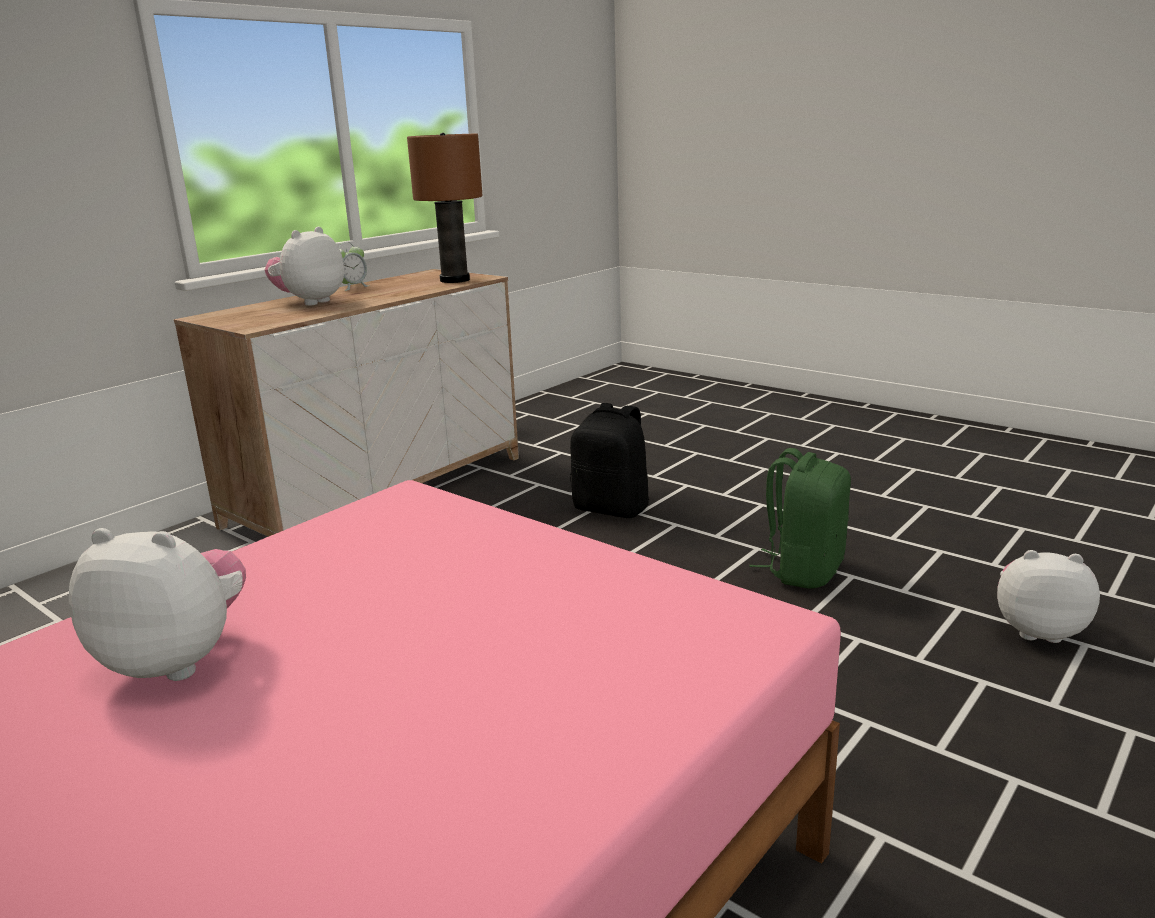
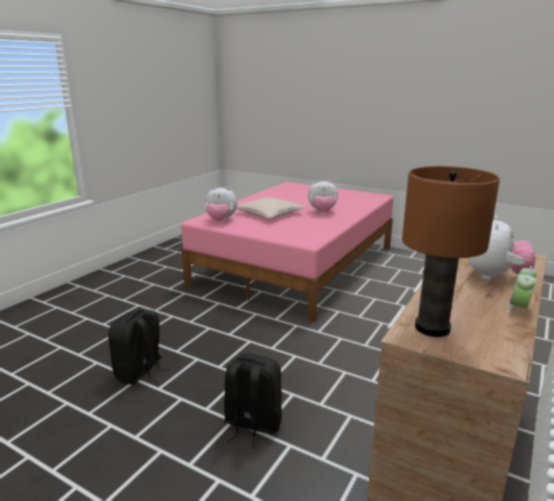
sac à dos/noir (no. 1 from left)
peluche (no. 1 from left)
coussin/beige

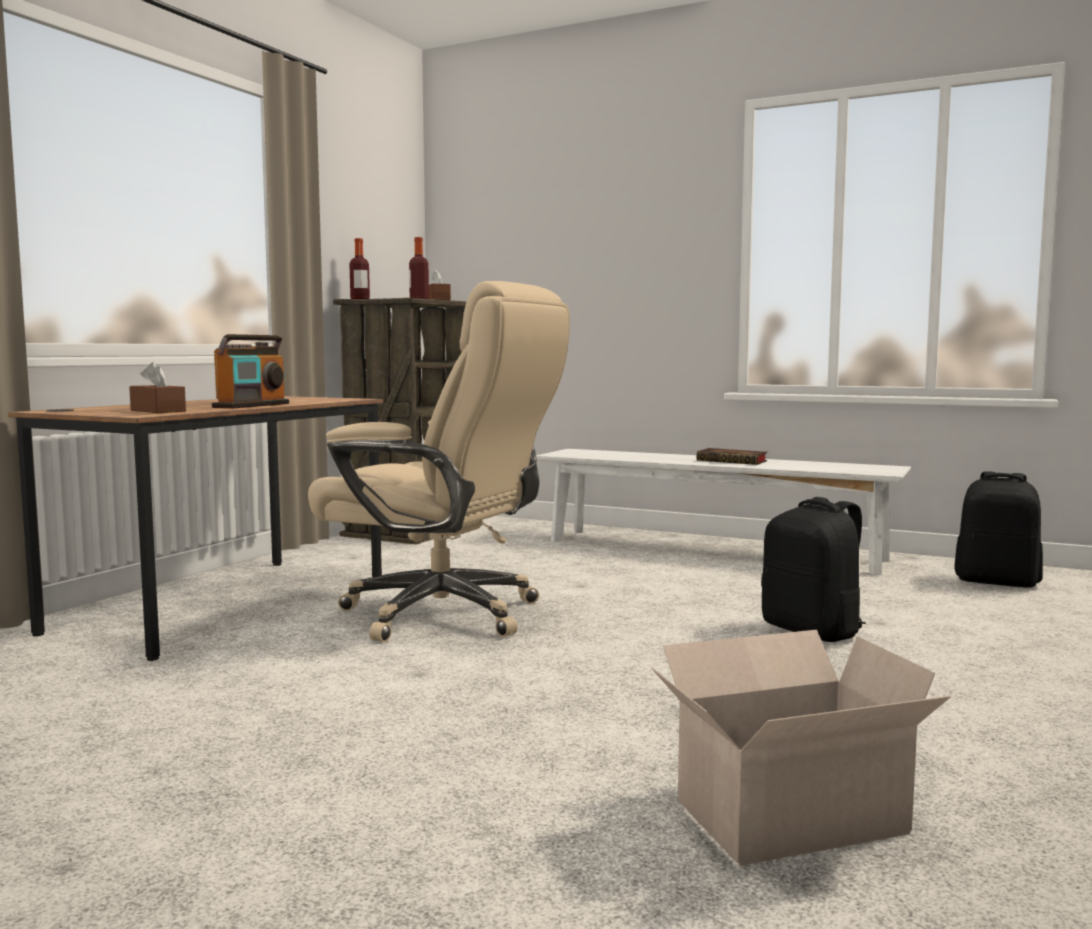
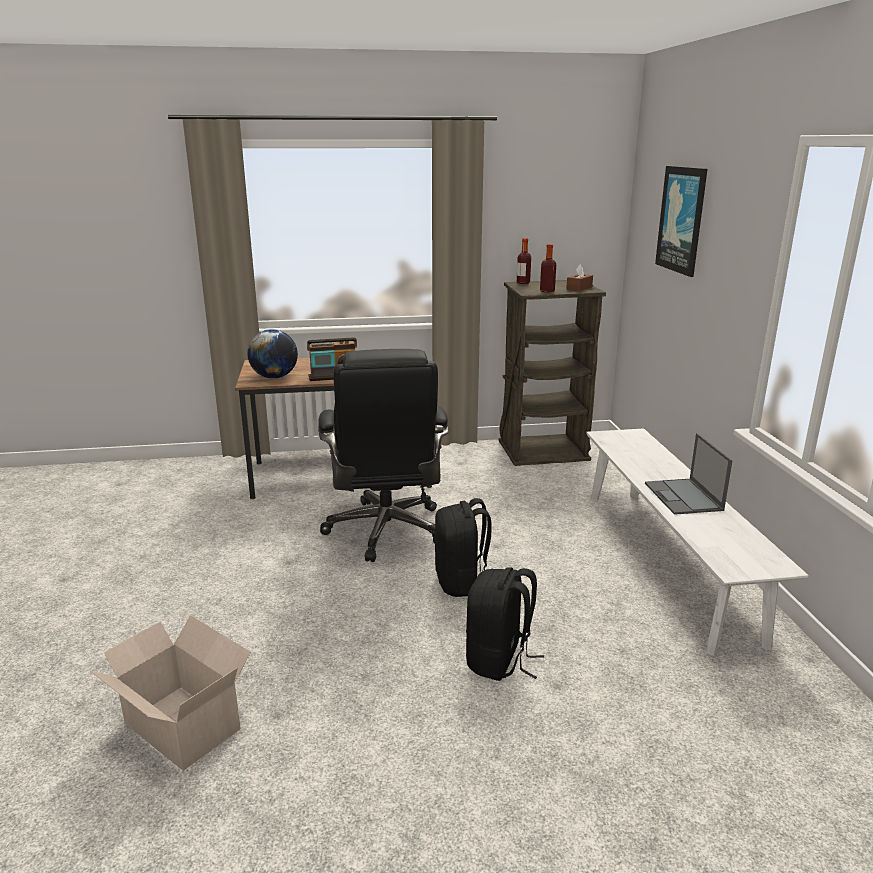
globe
chaise de bureau/noir
ordinateur portable
sac à dos/noir (no. 1 from left)
tableau

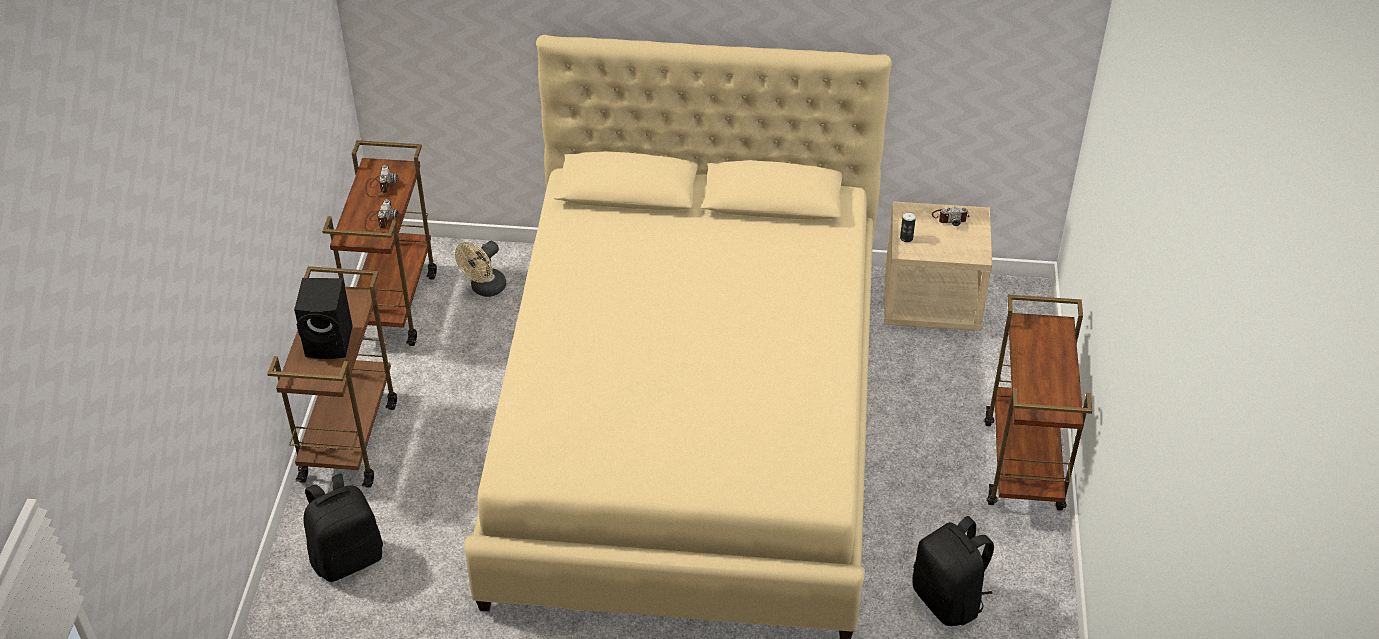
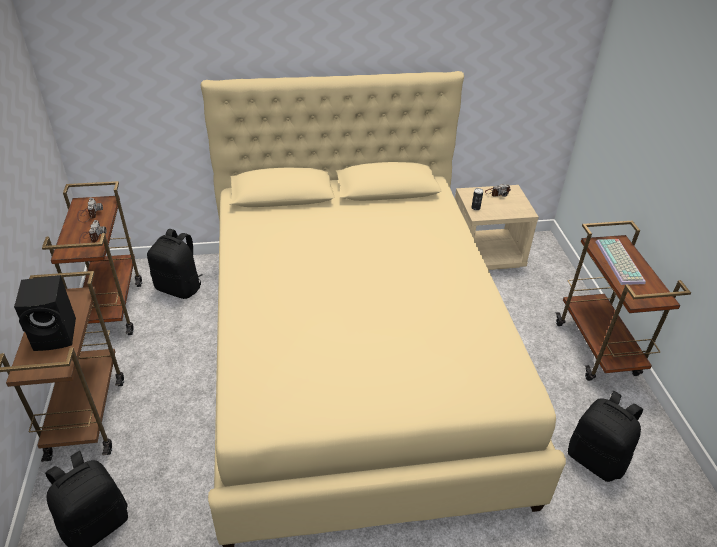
sac à dos/noir (no. 2 from left)
clavier

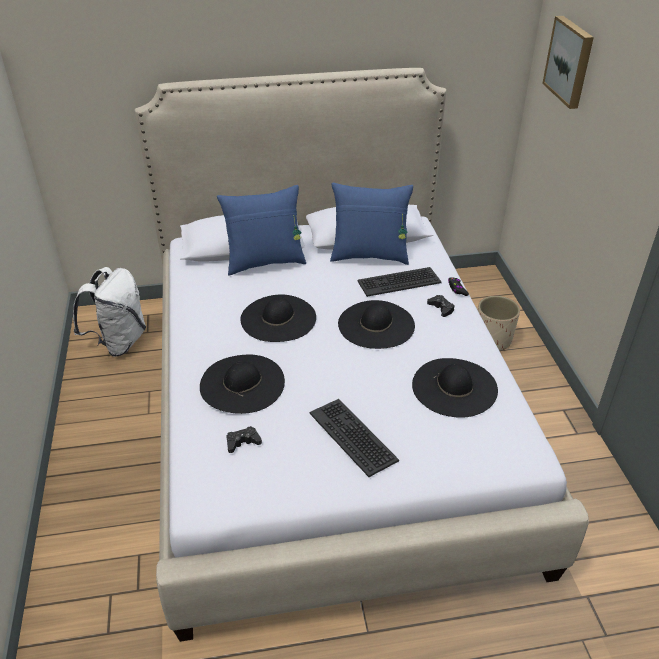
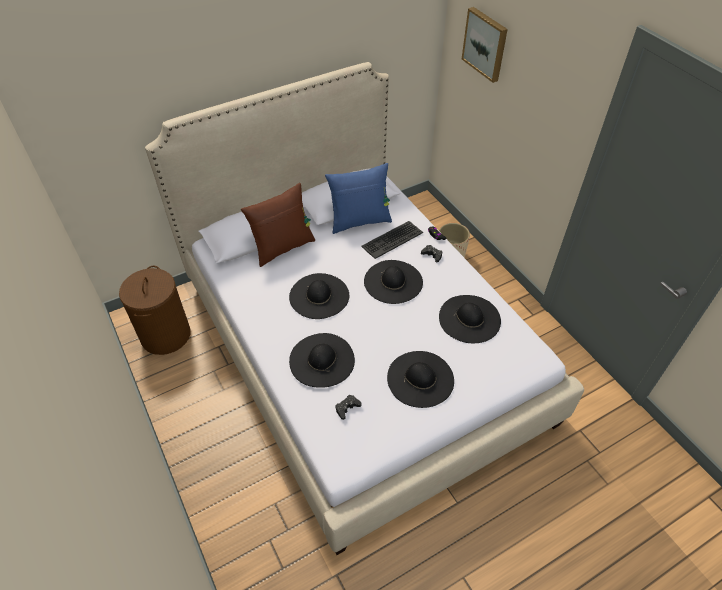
panier à linge/marron
coussin/marron
chapeau/noir (no. 4 from left)

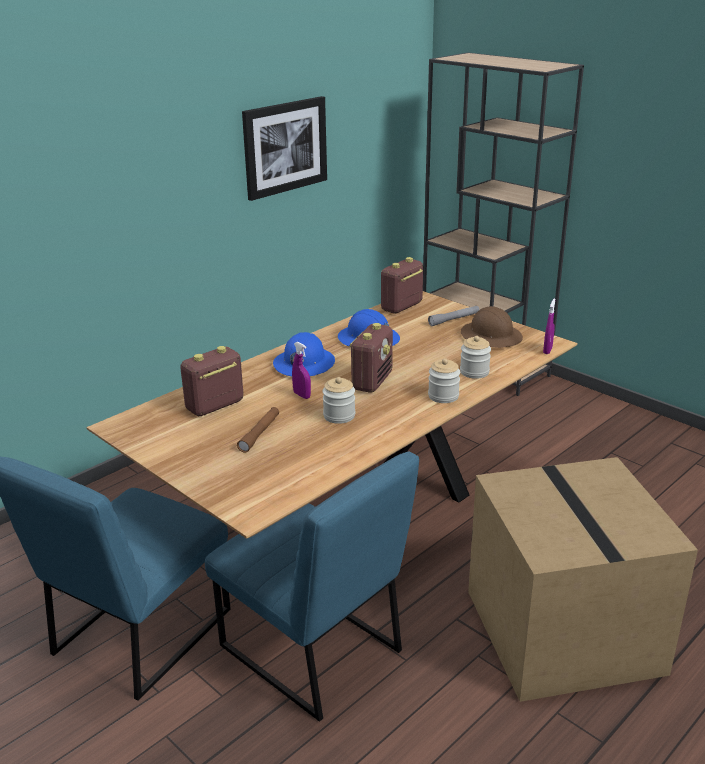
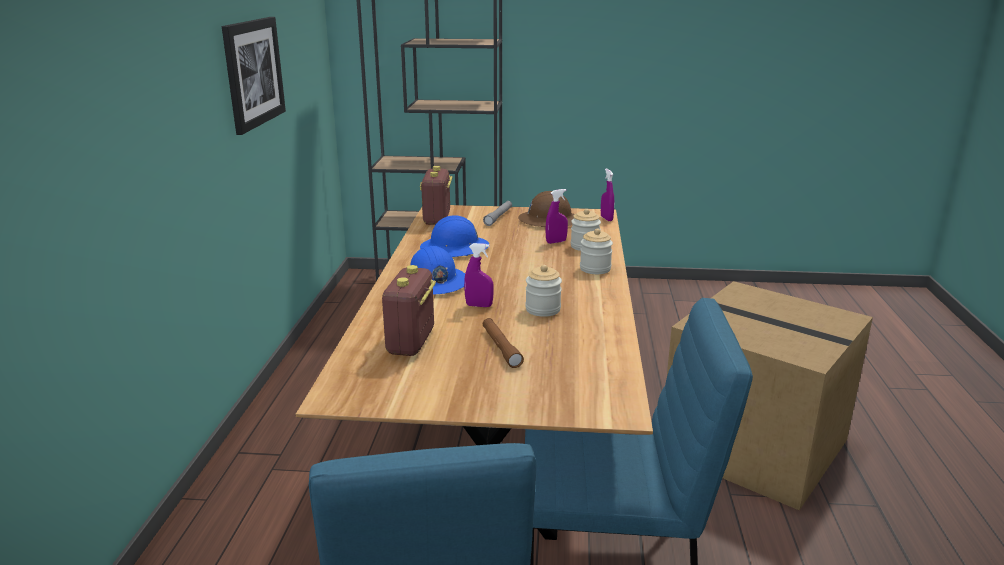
radio (no. 2 from left in the first image)
vaporisateur/violet (no. 2 from left)

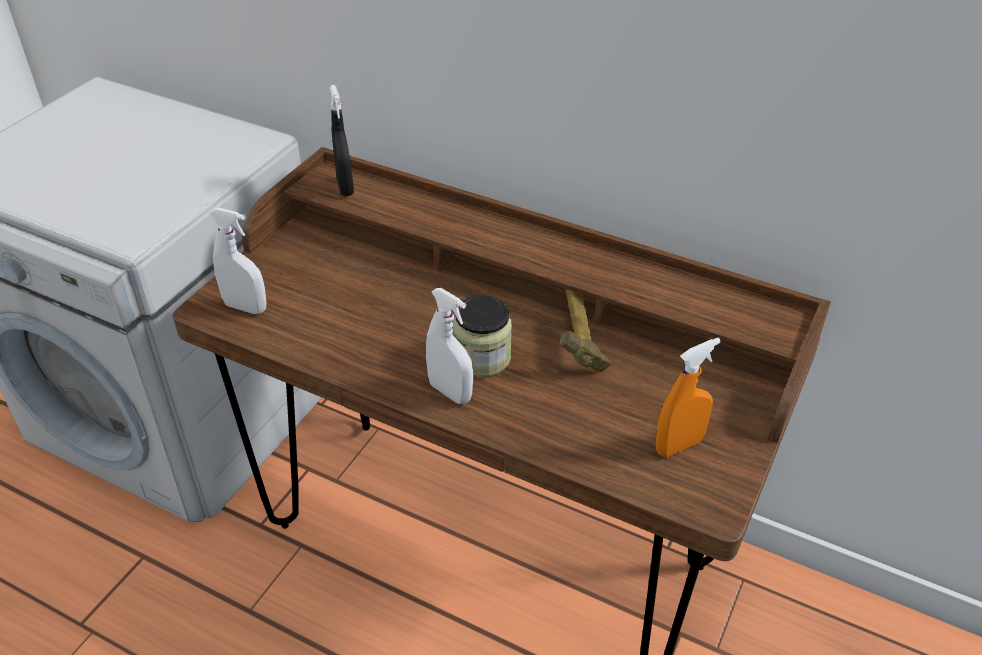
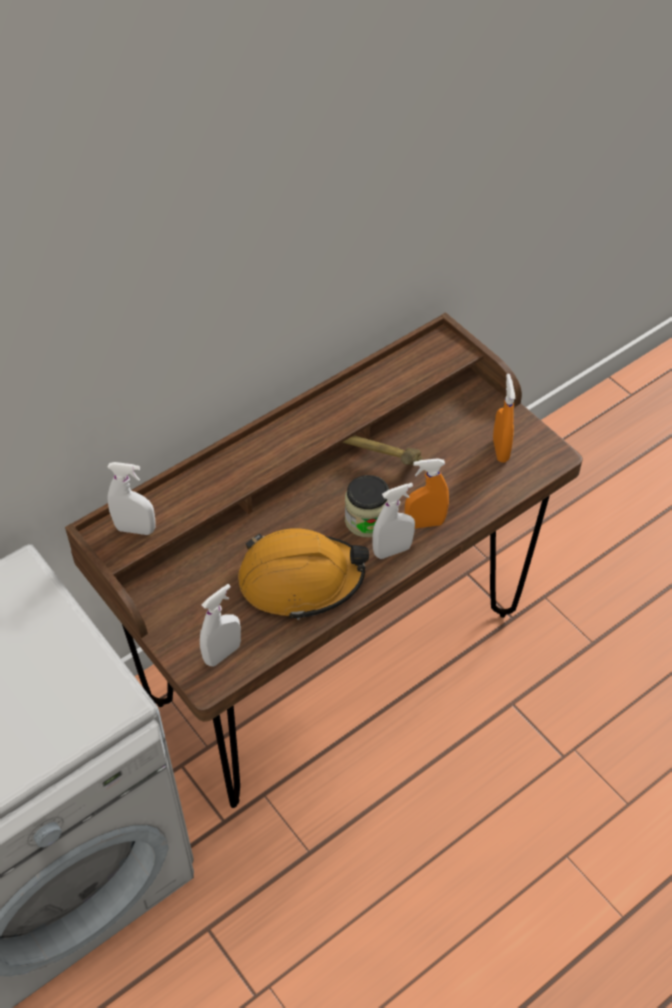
vaporisateur/blanc (no. 1 from left)
casque de chantier/orange
vaporisateur/orange (no. 1 from left)

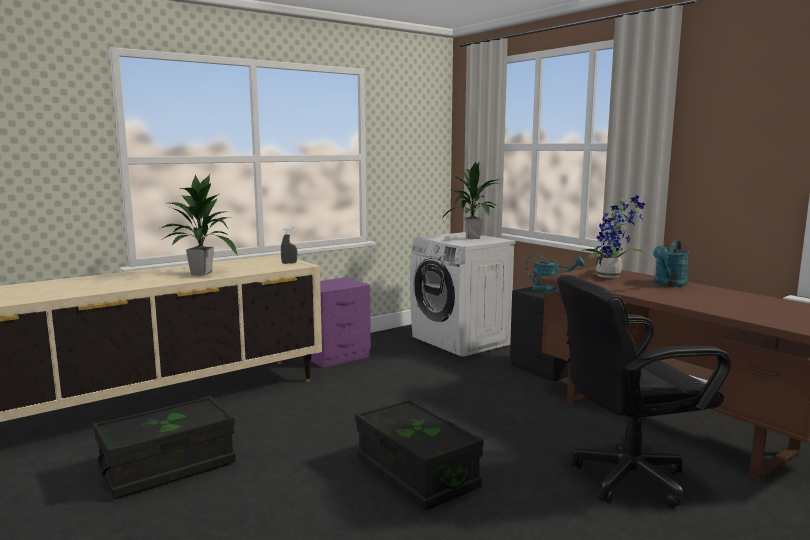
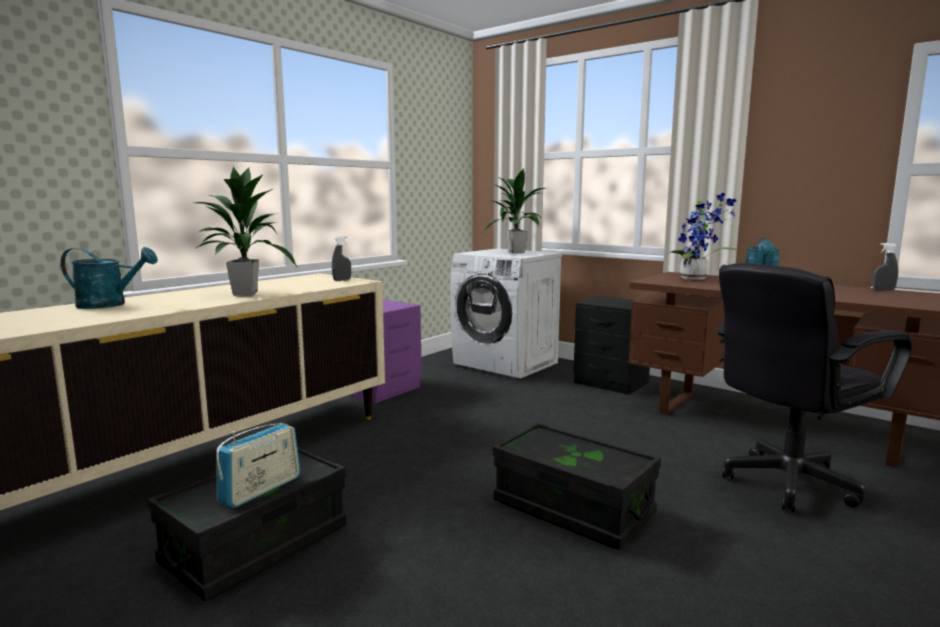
arrosoir/turquoise (no. 1 from left)
radio
vaporisateur/gris (no. 2 from left)

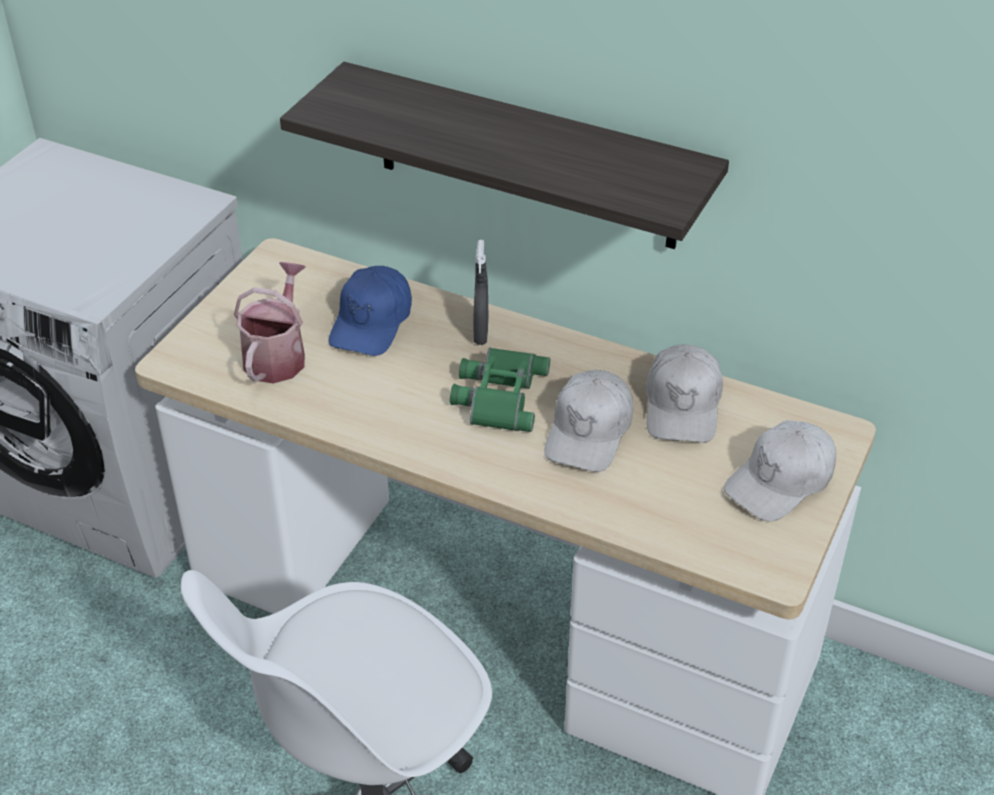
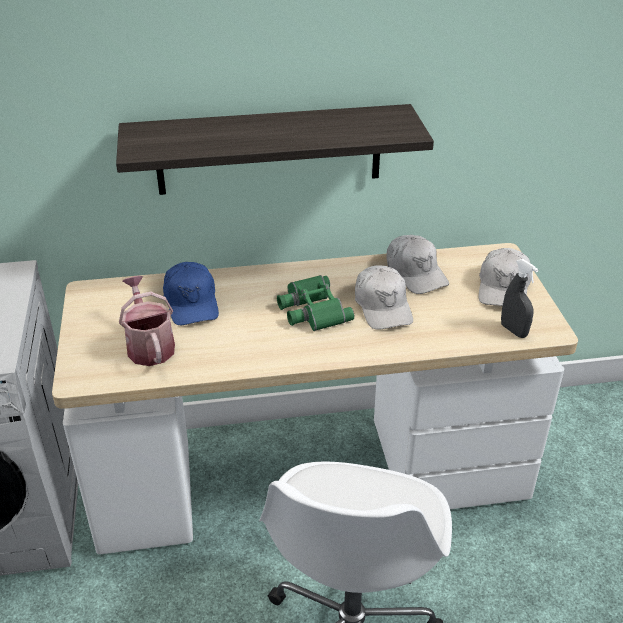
vaporisateur/gris

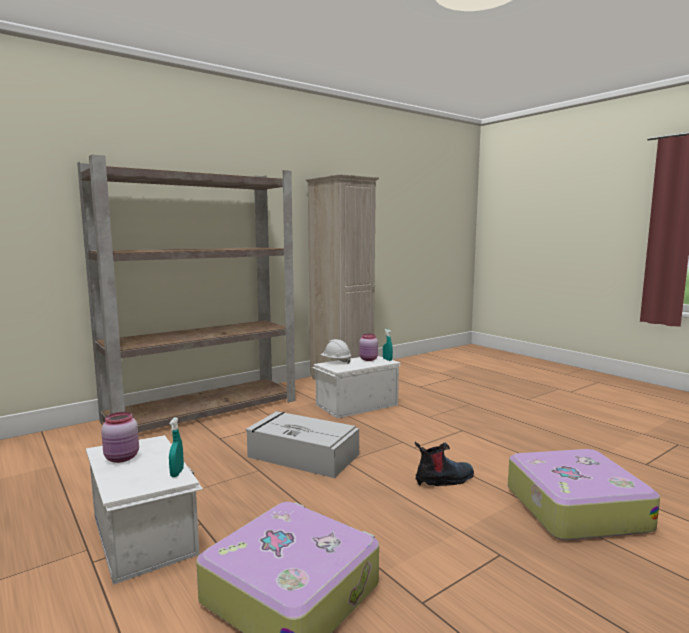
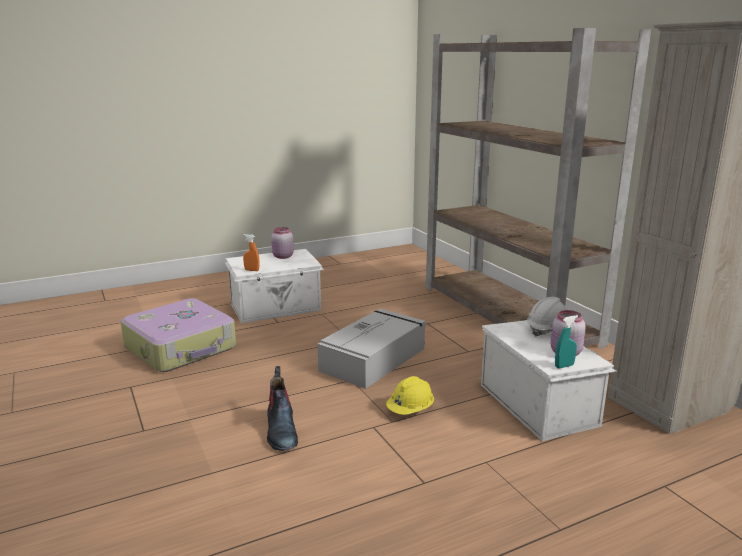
vaporisateur/orange
valise (no. 2 from left in the first image)
casque de chantier/jaune

